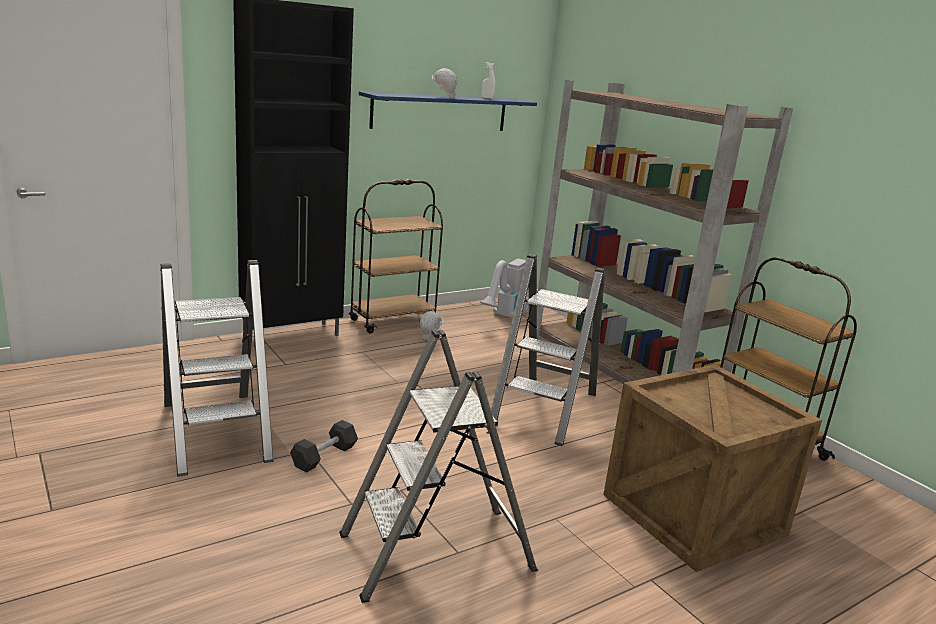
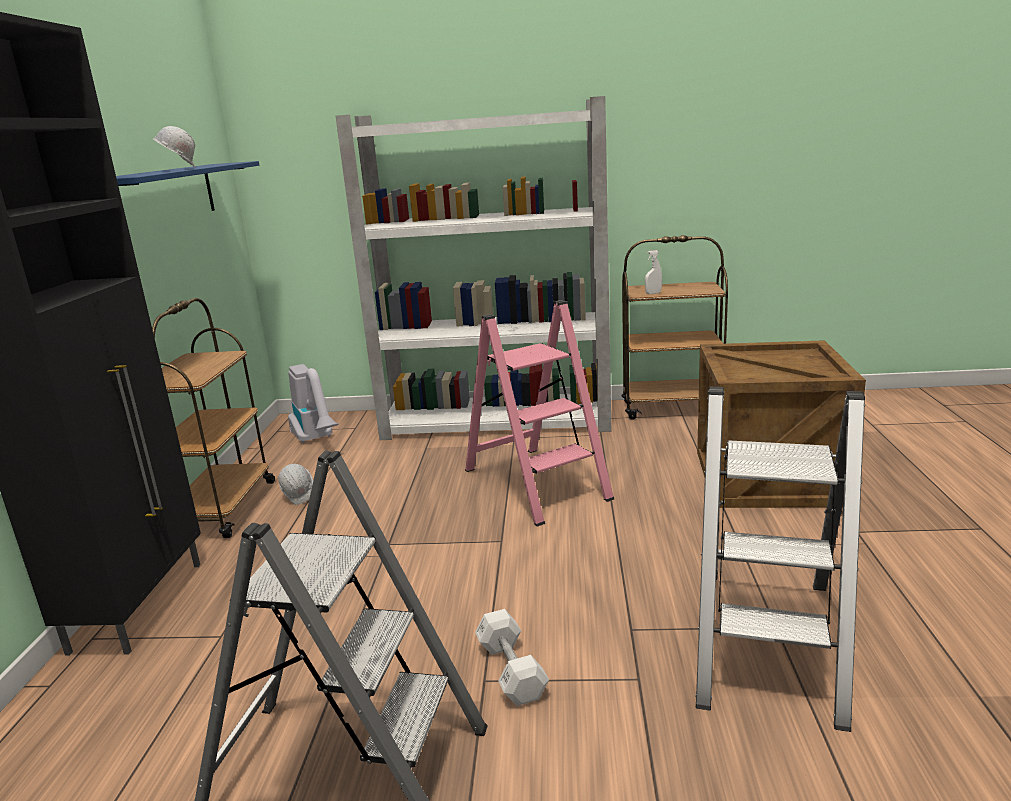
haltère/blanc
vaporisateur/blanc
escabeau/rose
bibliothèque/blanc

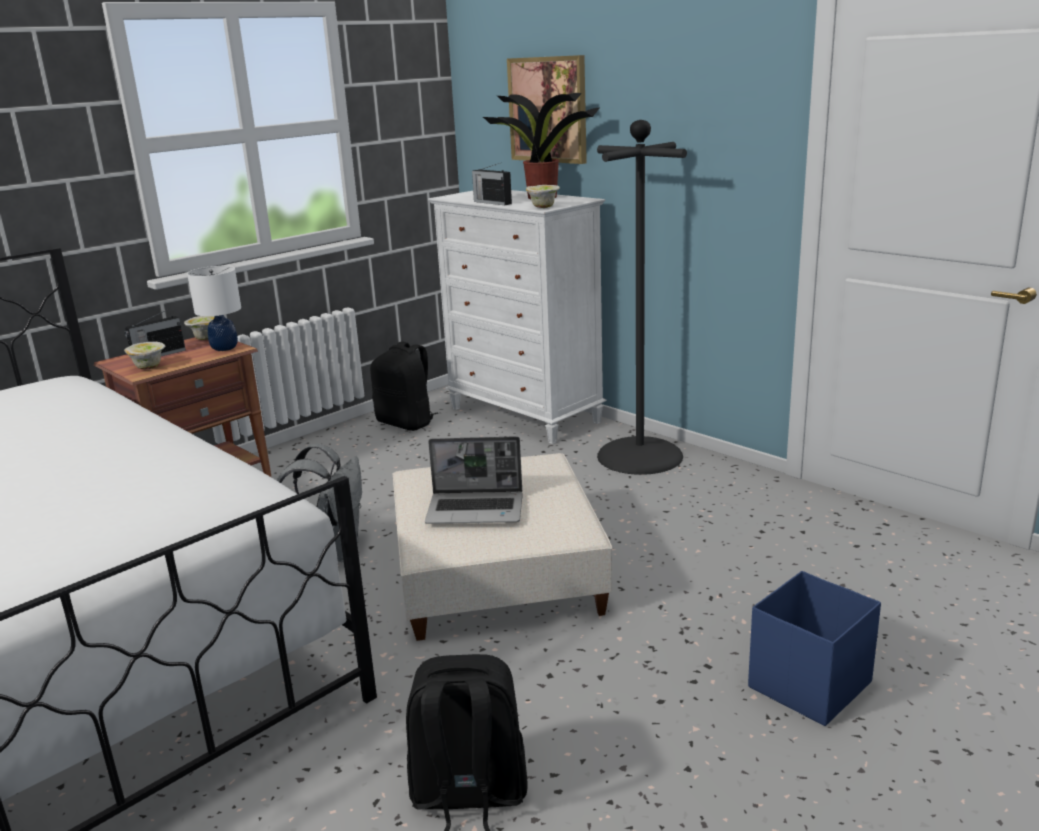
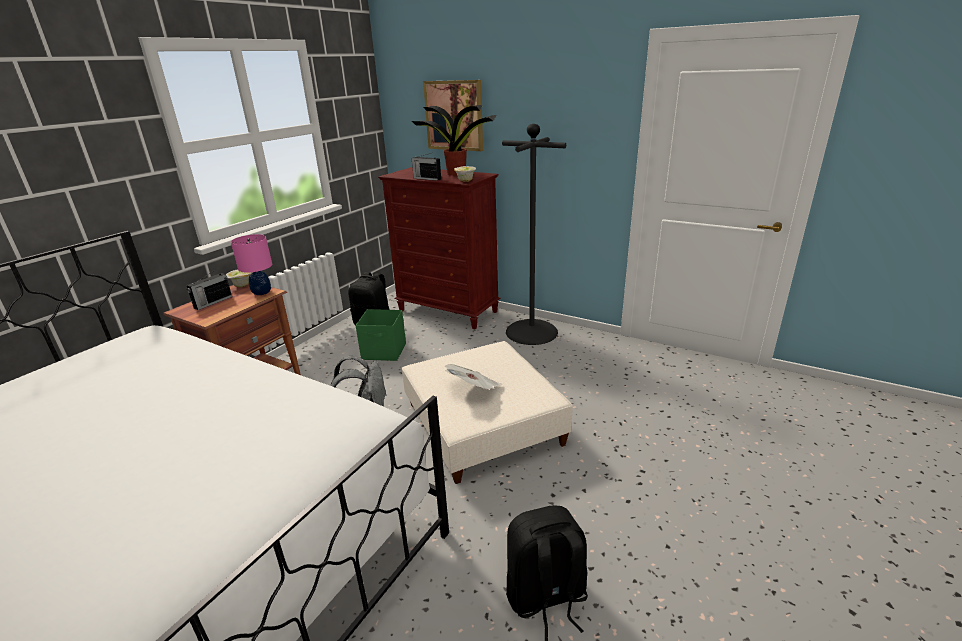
bol (no. 1 from left in the first image)
lampe de table/rose
journal
commode/rouge
boîte de rangement/bleu
boîte de rangement/vert

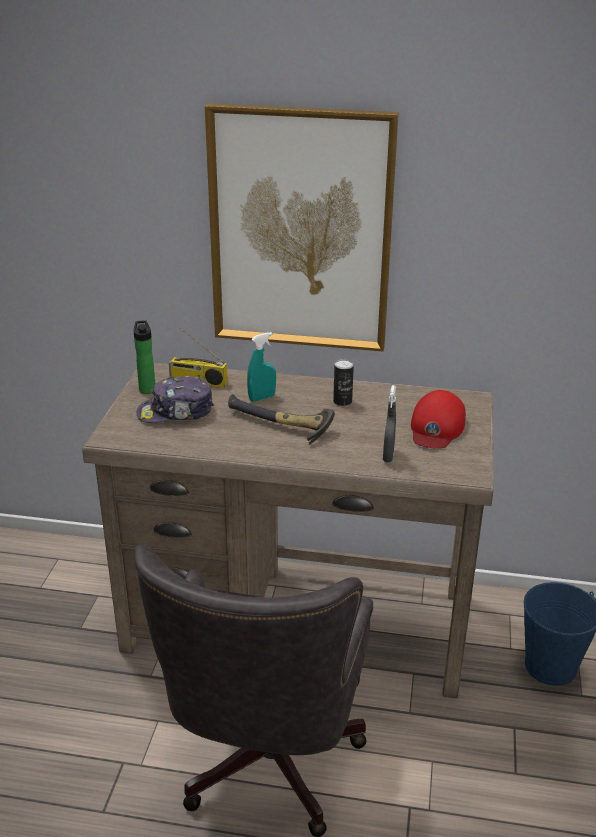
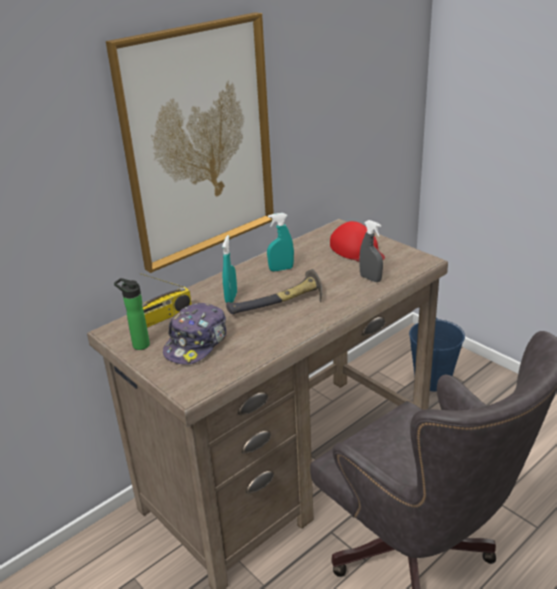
vaporisateur/turquoise (no. 2 from left)

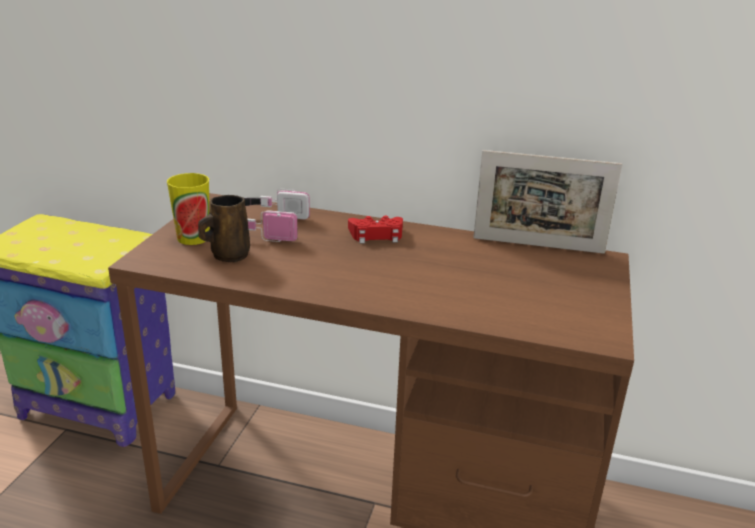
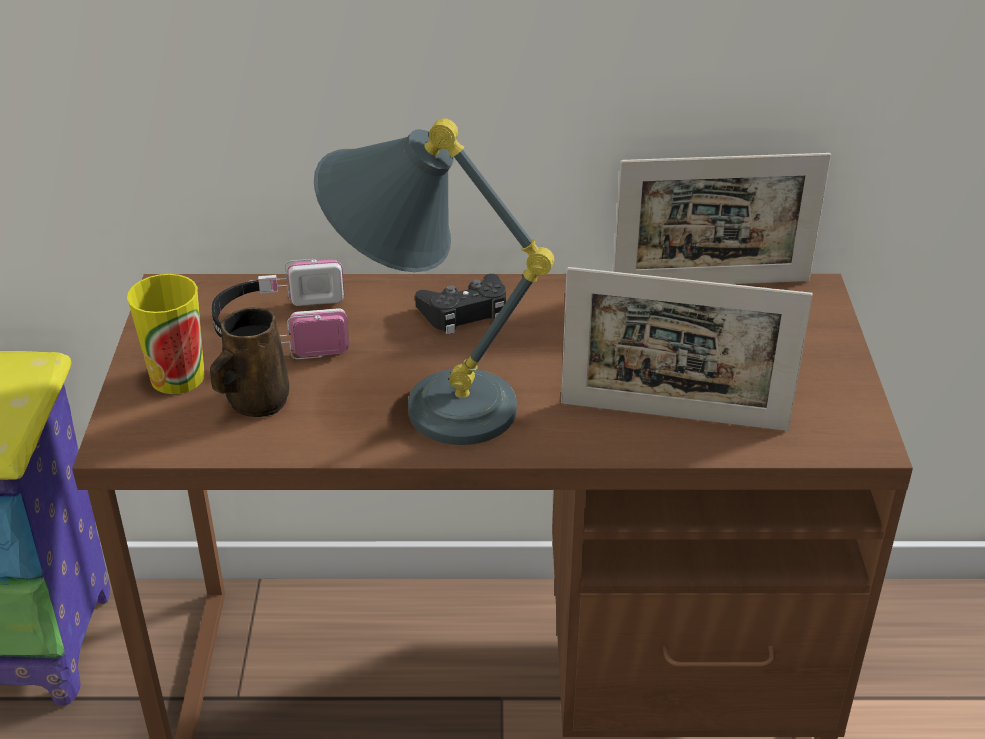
manette/noir
lampe de table/gris
cadre photo (no. 1 from left)

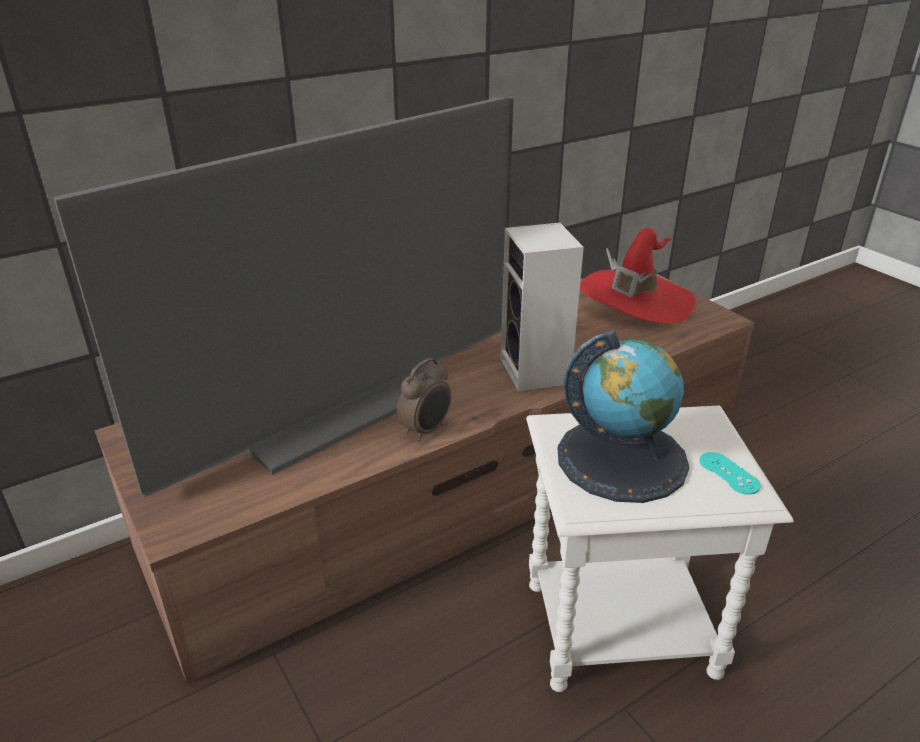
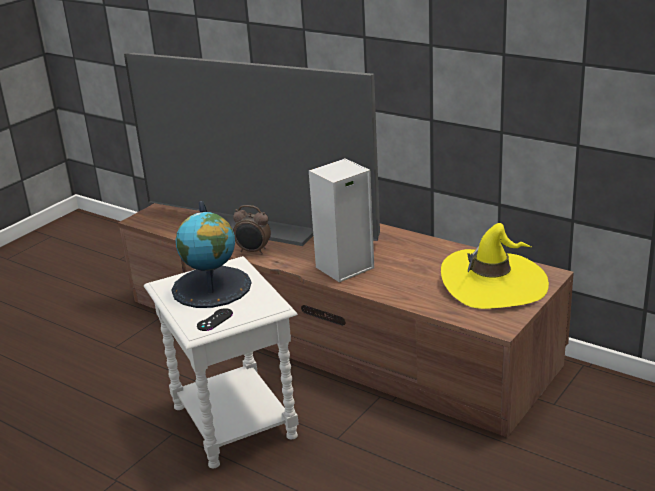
chapeau/jaune
manette/noir

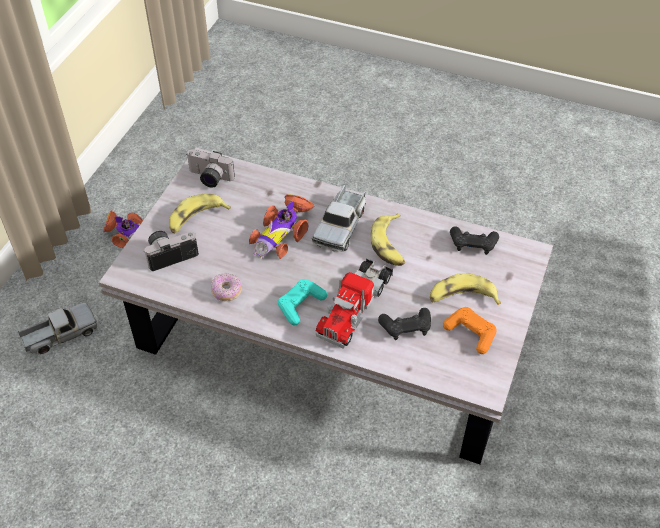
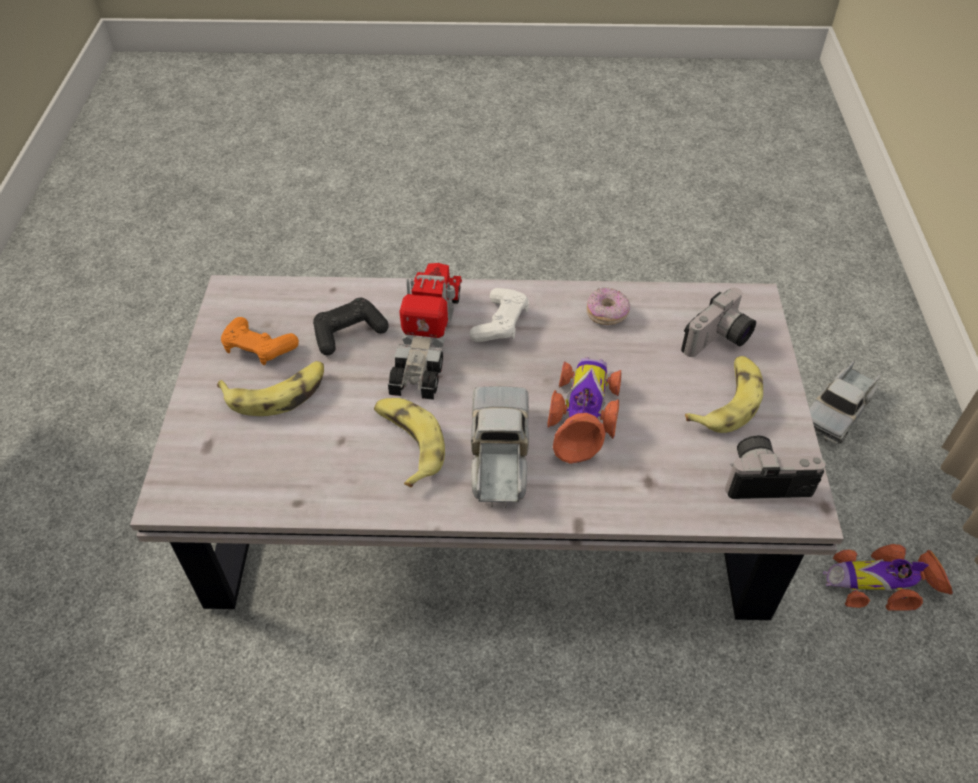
manette/blanc
manette/noir (no. 2 from left in the first image)

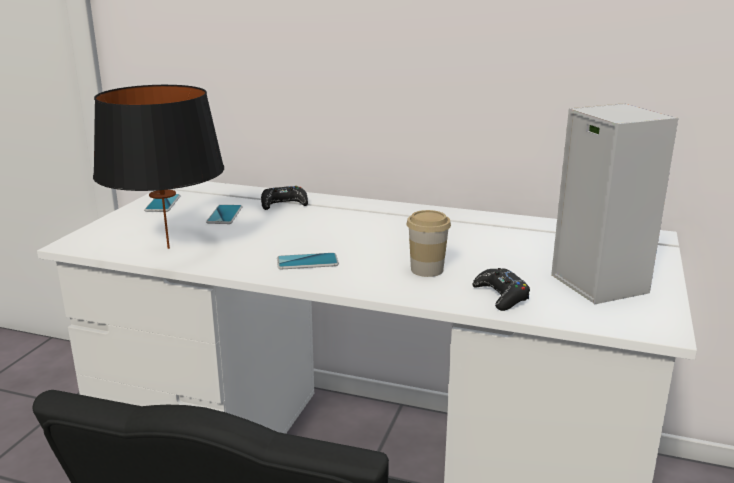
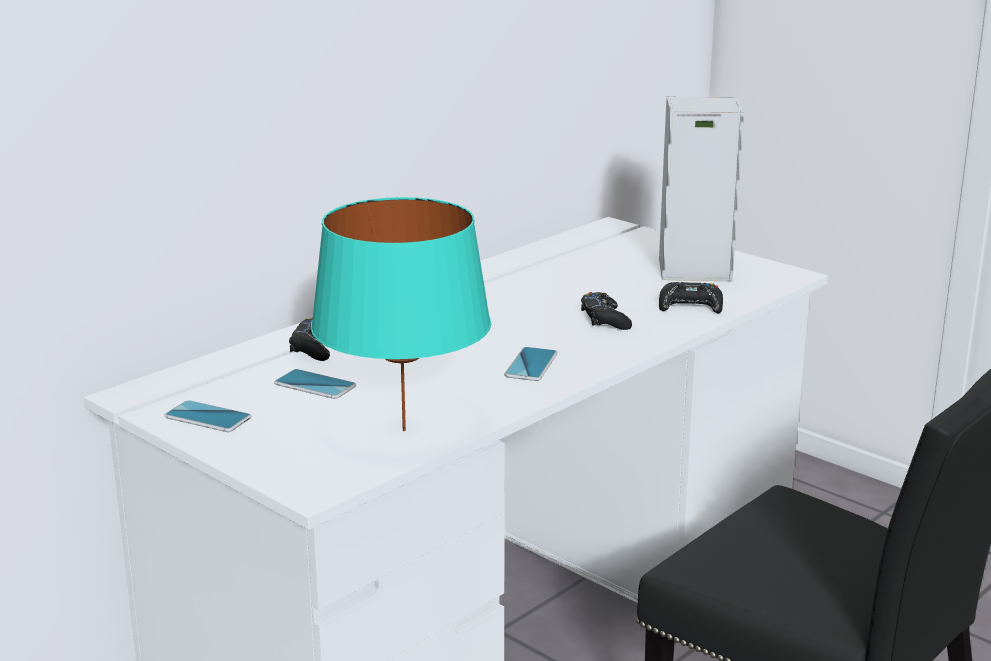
lampe de table/turquoise
manette/noir (no. 2 from left)

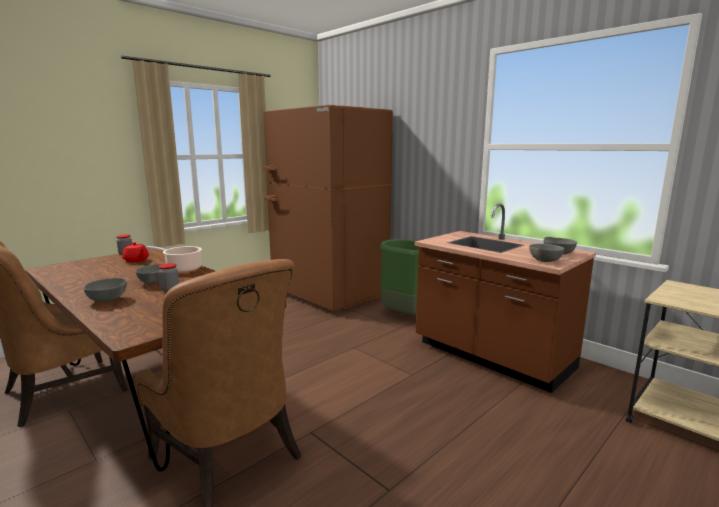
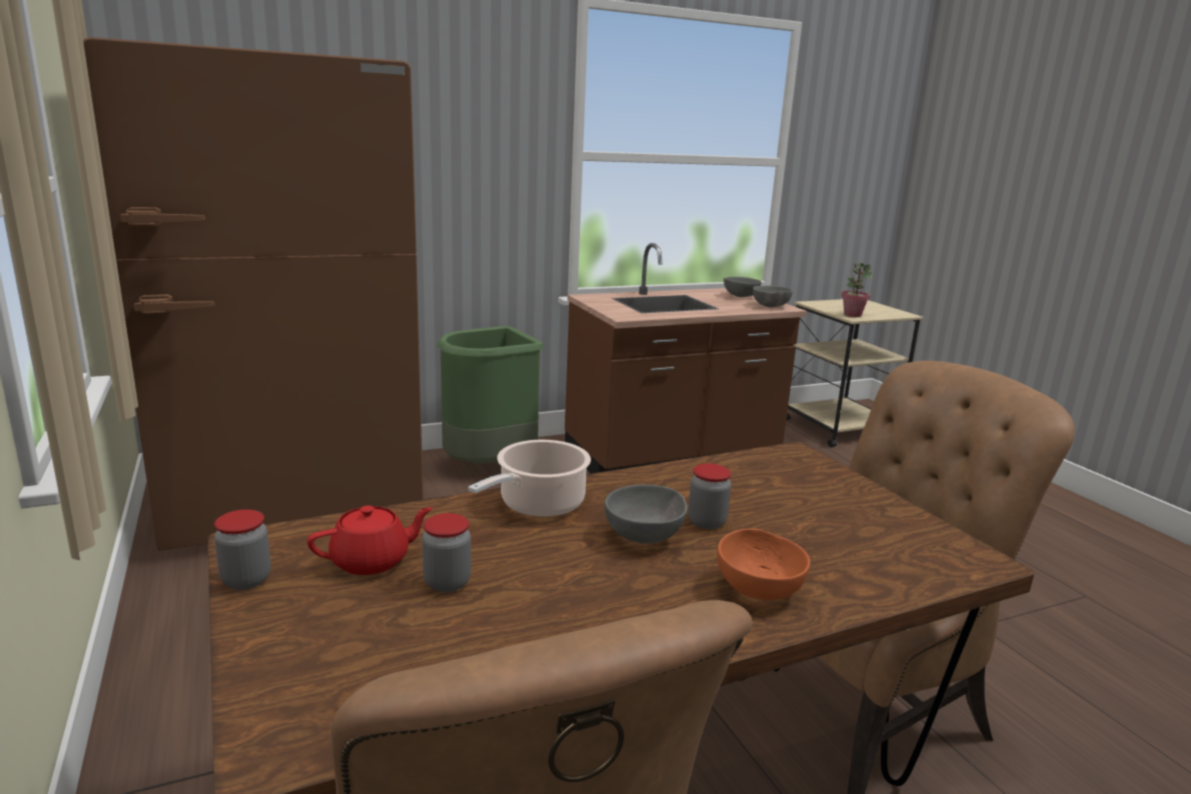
bol/orange
bocal (no. 2 from left)
plante en pot

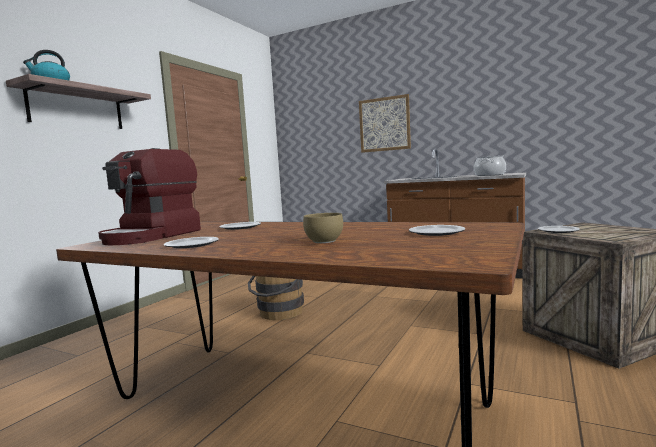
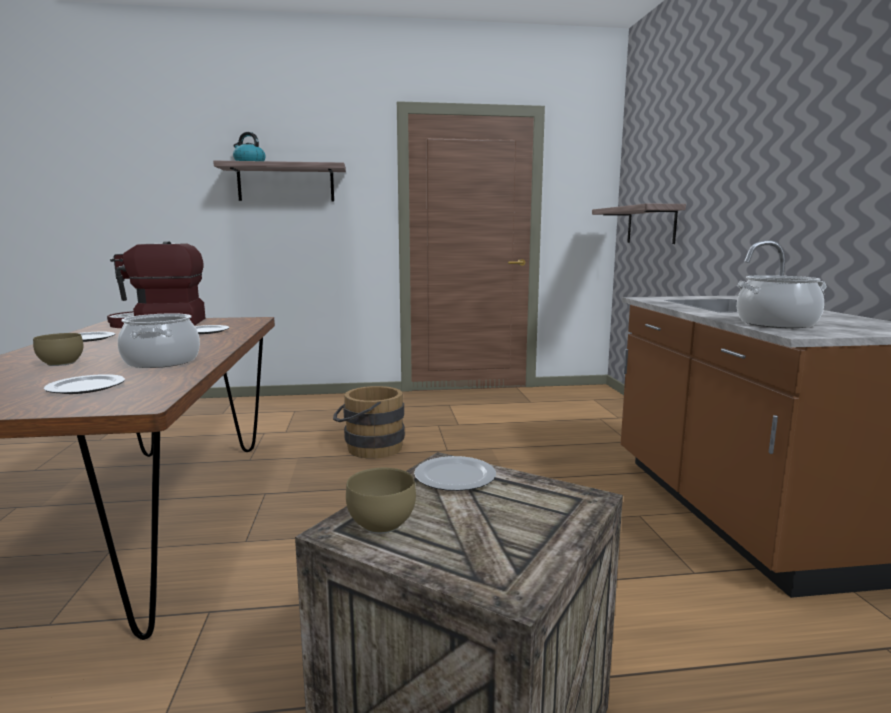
tableau
marmite (no. 1 from left)
bol/marron (no. 2 from left)
étagère (no. 2 from left)

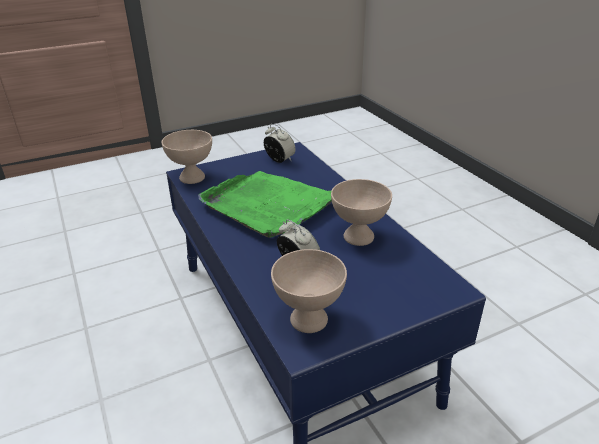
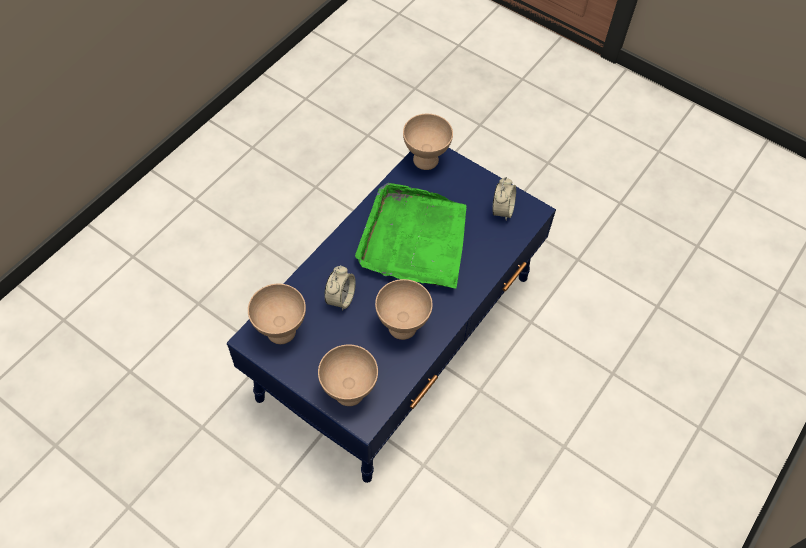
bol/beige (no. 2 from left)

